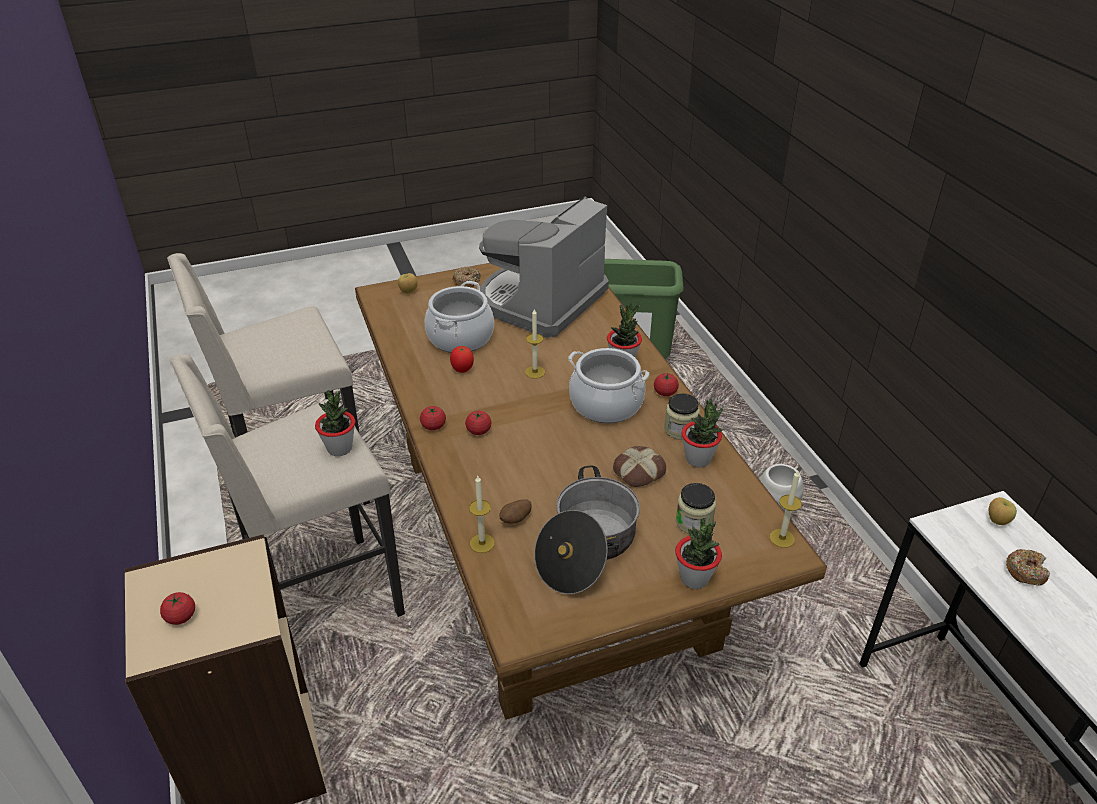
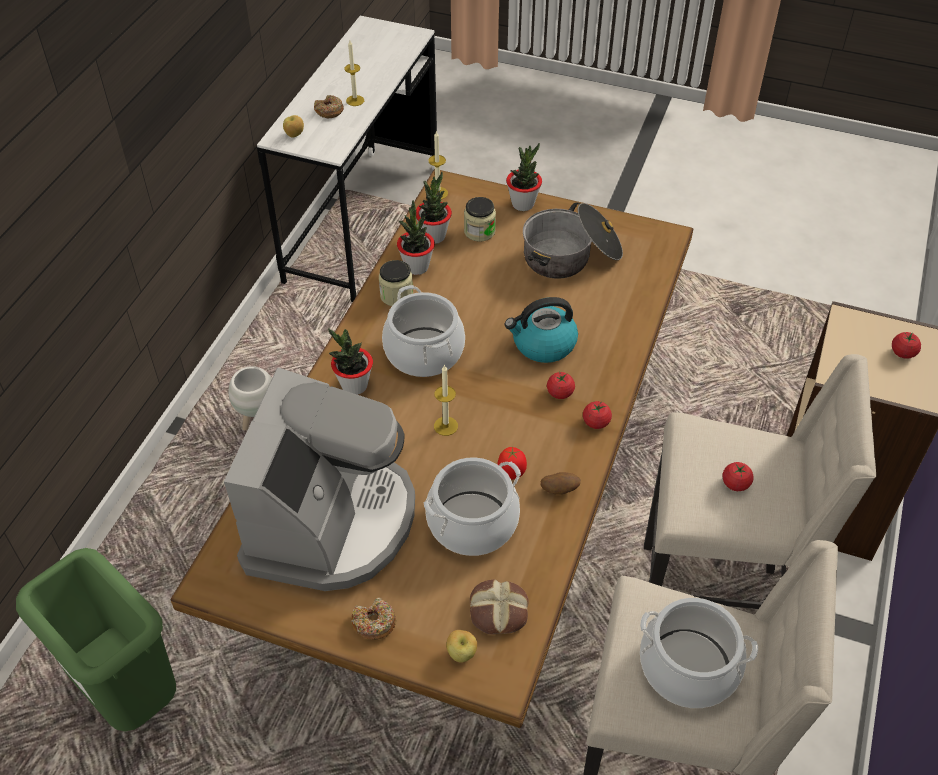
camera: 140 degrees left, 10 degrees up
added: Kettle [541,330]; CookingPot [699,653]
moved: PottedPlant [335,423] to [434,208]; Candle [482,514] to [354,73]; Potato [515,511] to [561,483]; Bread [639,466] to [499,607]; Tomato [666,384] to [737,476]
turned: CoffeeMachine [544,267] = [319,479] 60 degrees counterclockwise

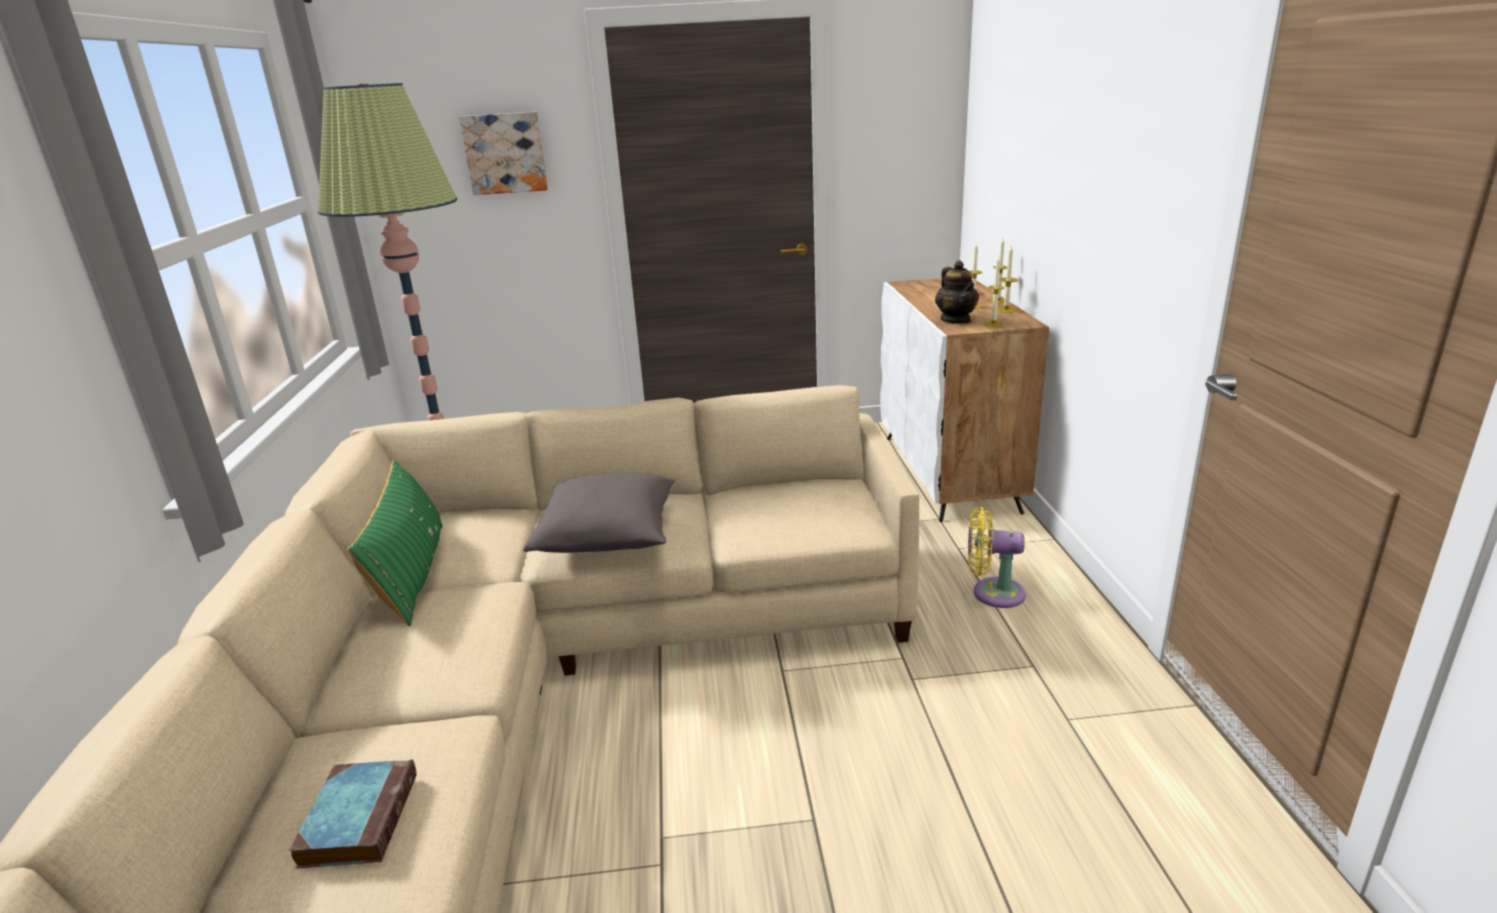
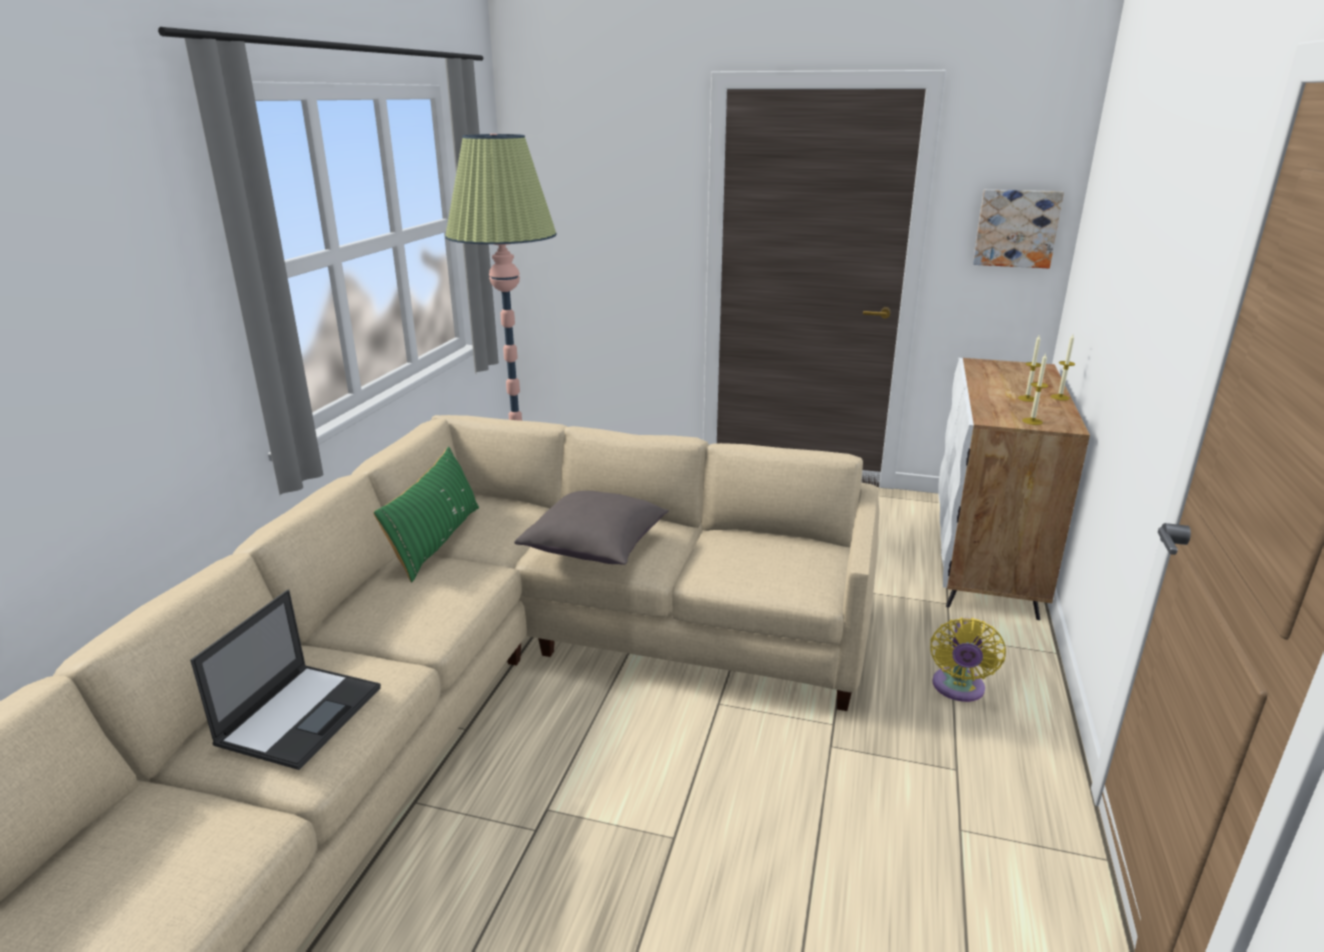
camera: 20 degrees right, 0 degrees up
removed: Teapot [957,292]; Candle [1007,279]
moved: Picture [503,153] to [1018,228]
replaced: Book [353,814] to Laptop [285,679]
turned: YellowFan [997,557] = [968,659] 105 degrees counterclockwise

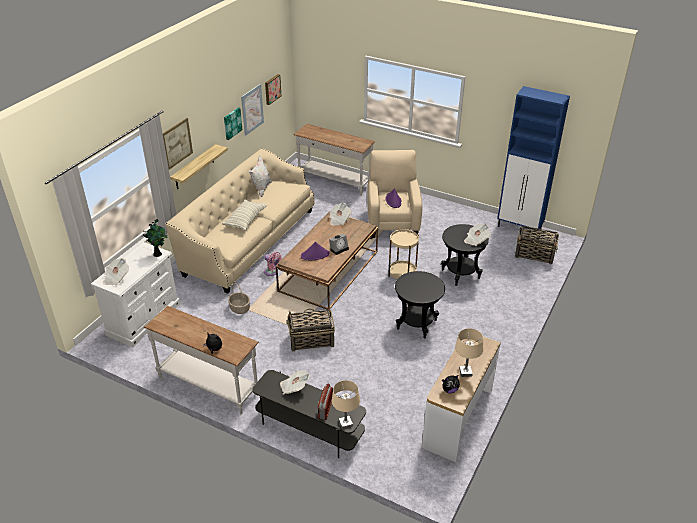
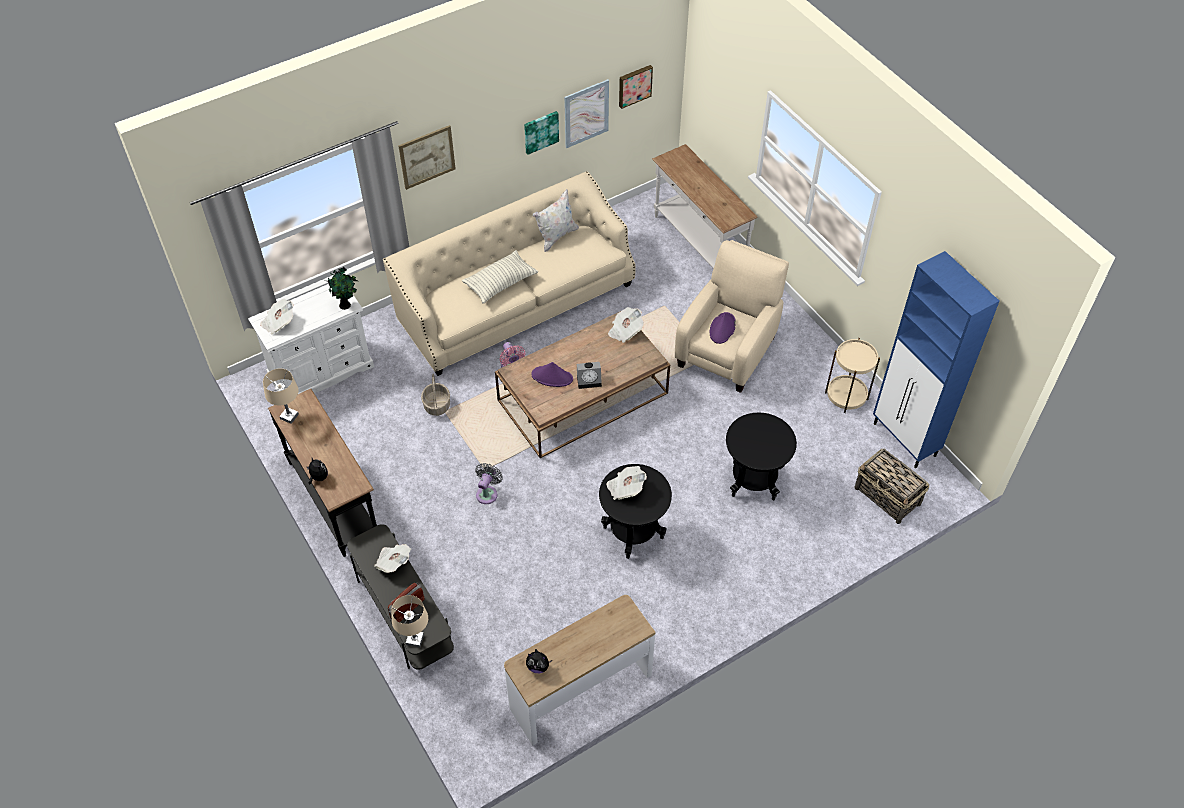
camera: 30 degrees right, 15 degrees up
removed: Shelf [199,166]
moved: BeigeSideTable [403,254] to [852,375]; BeigeTableLamp [469,352] to [281,396]; Newspaper [477,235] to [626,483]
replaced: Basket [311,330] to GreyFan [489,483]
recoloured: WhiteConsoleTable [201,360] to BlackConsoleTable [322,473]

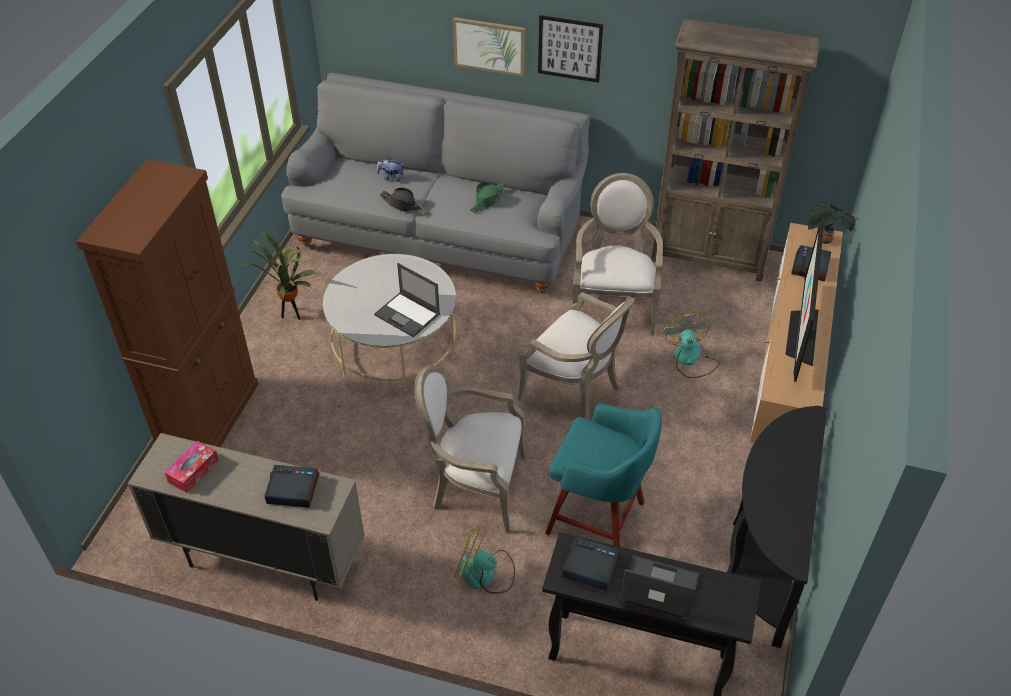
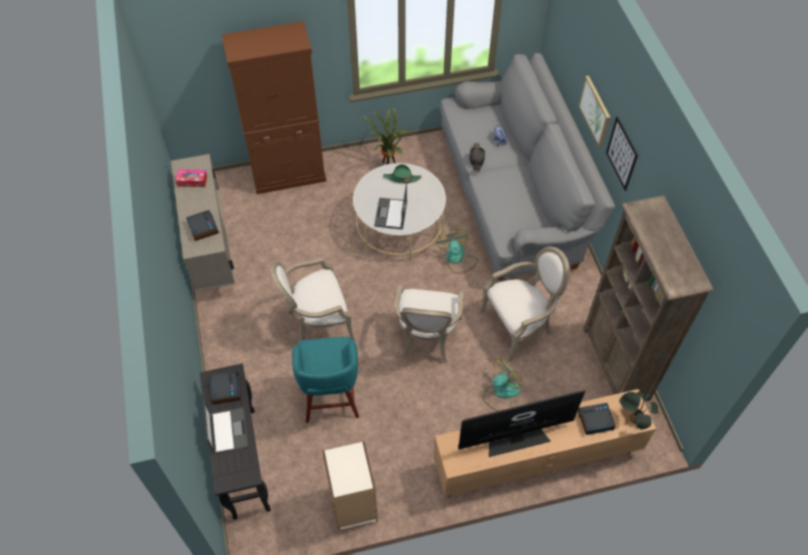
camera: 60 degrees right, 10 degrees up
moved: Fan [484,560] to [457,251]; GreenHat [487,197] to [402,173]
replaced: BlackConsoleTable [777,527] to Bookcase [350,486]
turned: Armchair [470,449] = [312,299] 90 degrees counterclockwise

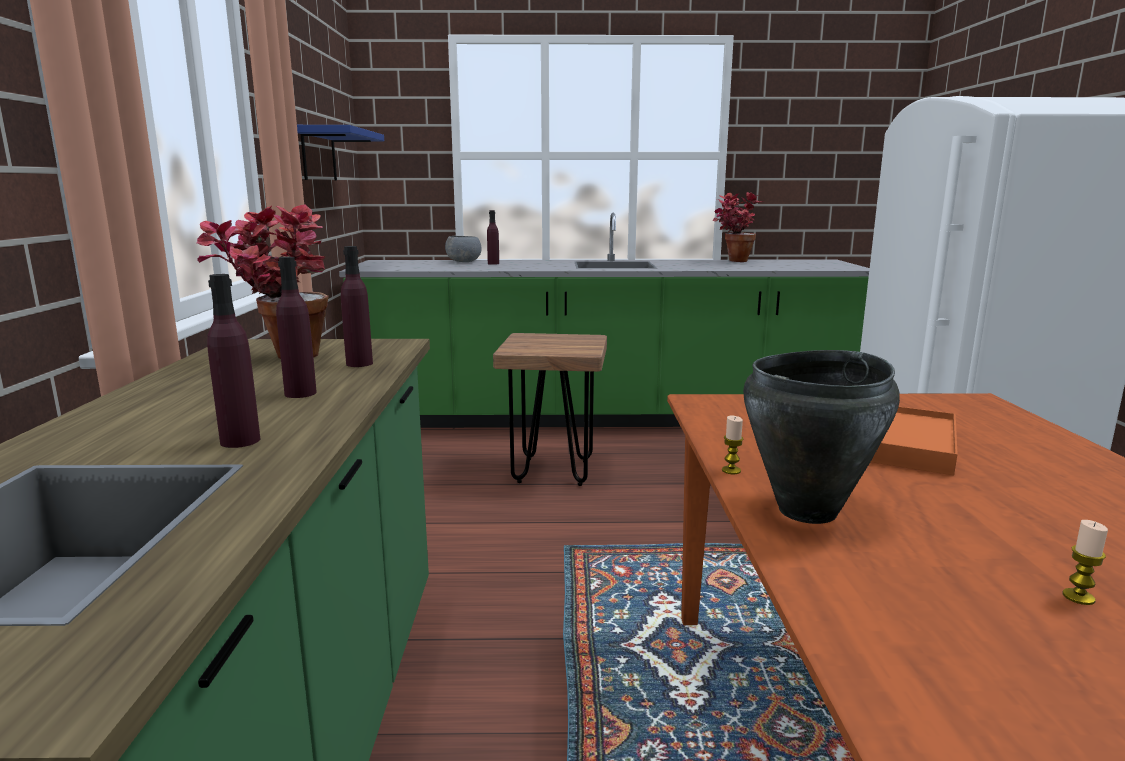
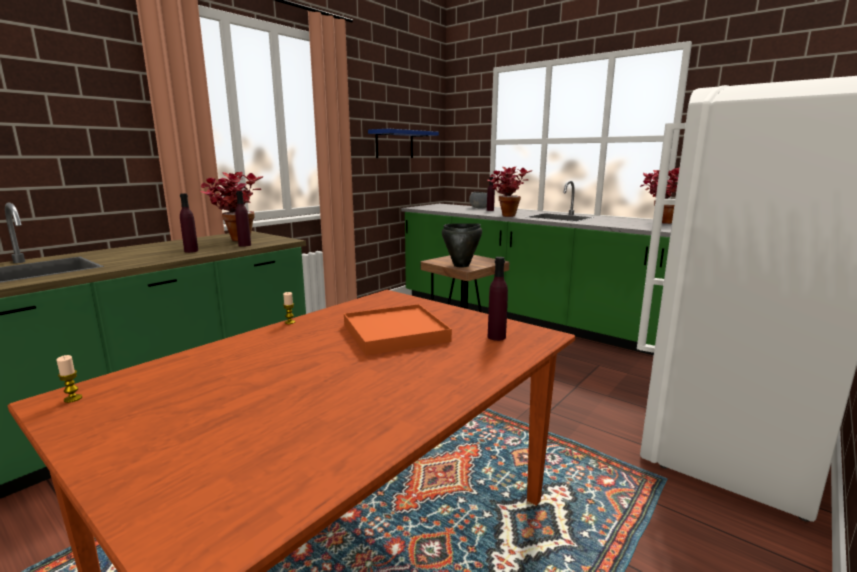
camera: 40 degrees right, 0 degrees up
added: PottedPlant [510,192]
moved: PurpleBottle [233,361] to [498,299]; BlackCookingPot [821,437] to [462,245]; Candle [1085,562] to [69,379]

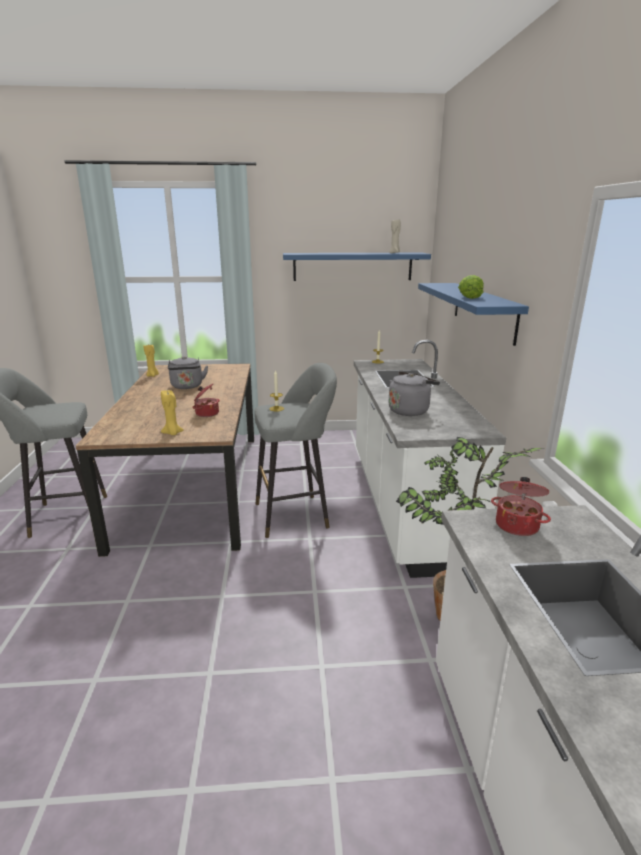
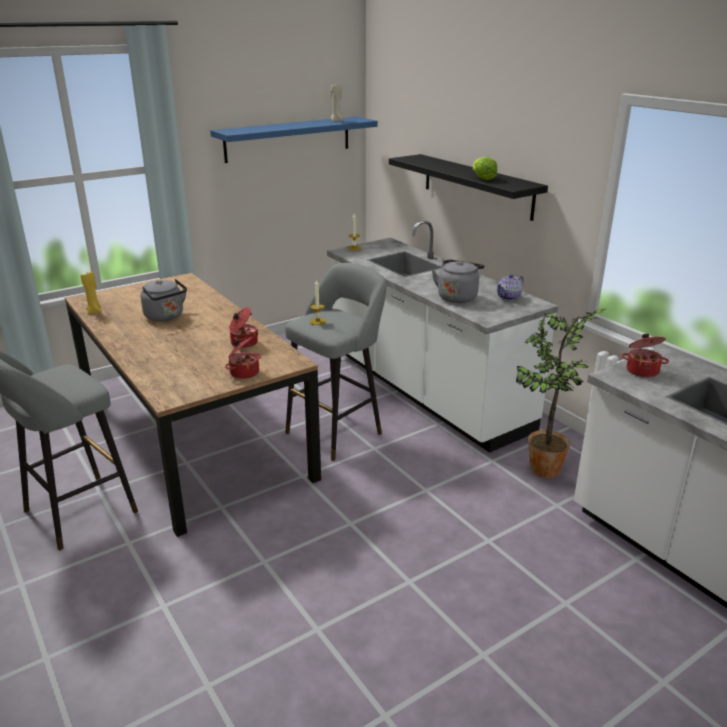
camera: 30 degrees left, 5 degrees up
added: Teapot [510,287]
replaced: YellowCandle [172,412] to CookingPot [243,357]
recoloured: BlueShelf [473,314] to BlackShelf [468,187]

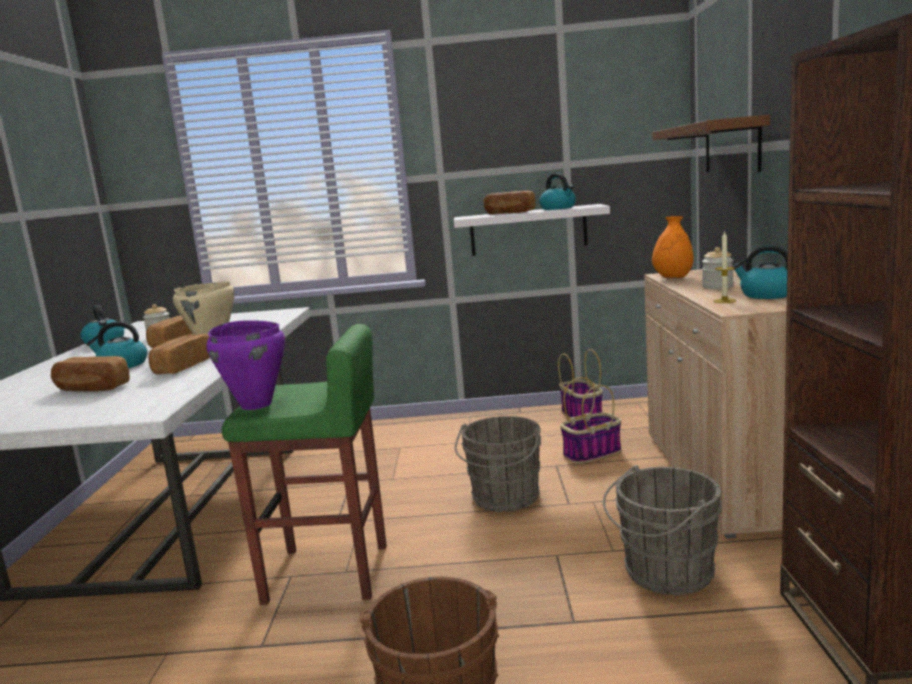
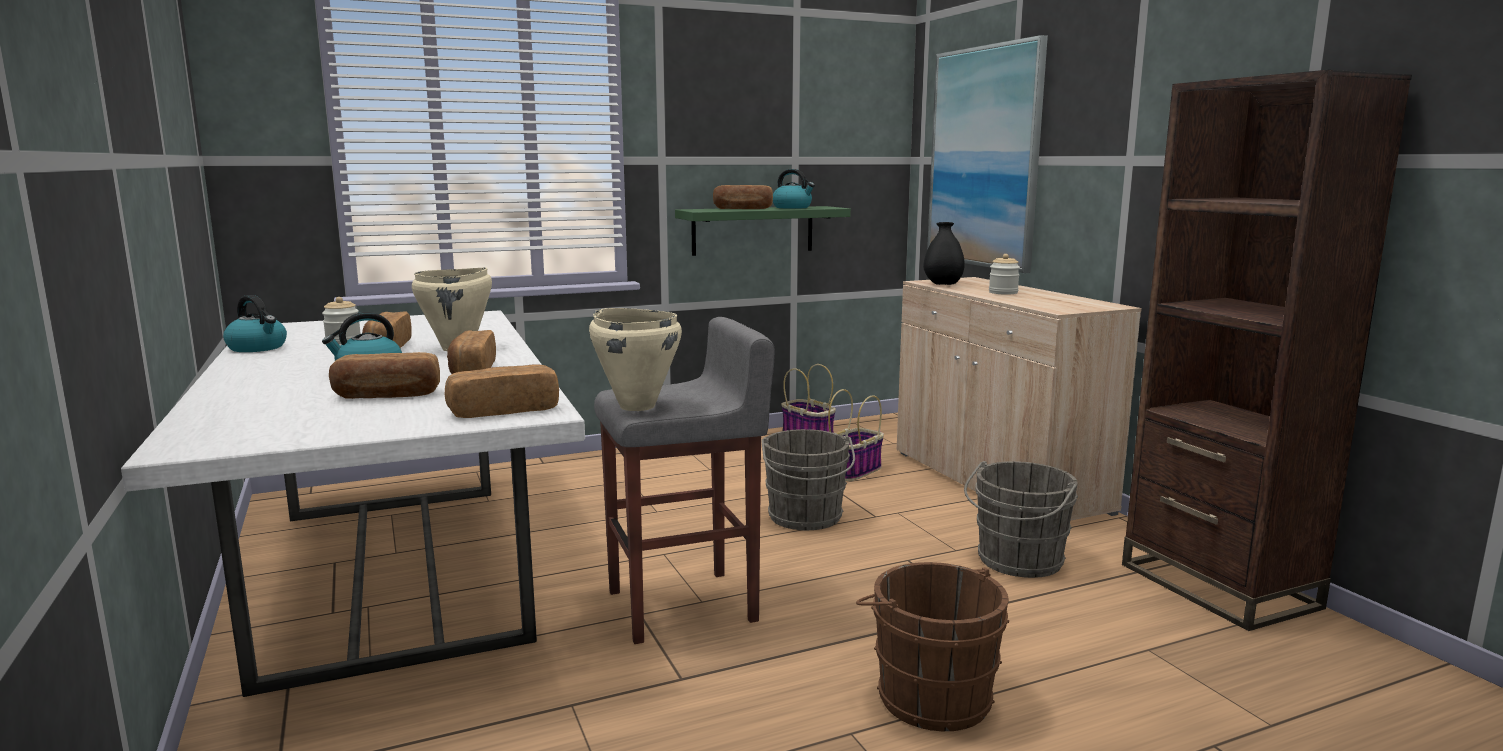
camera: 25 degrees left, 0 degrees up
removed: Candle [724,267]; Kettle [760,272]
added: Bread [502,391]
replaced: BrownShelf [711,143] to Picture [987,154]
recoloured: PurpleCookingPot [245,365] to BeigeCookingPot [635,359]; GreenStool [304,464] to GreyStool [684,480]; WhiteShelf [532,230] to GreenShelf [763,231]; OrangeVase [673,247] to BlackVase [944,253]

